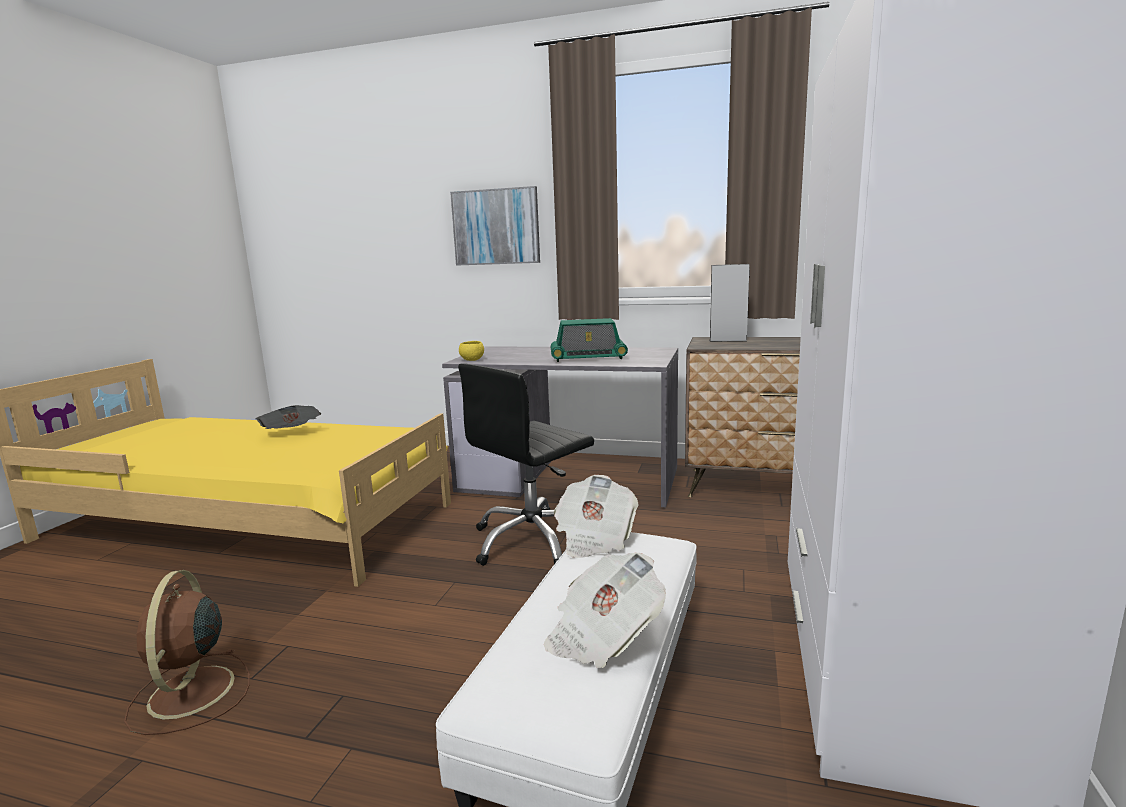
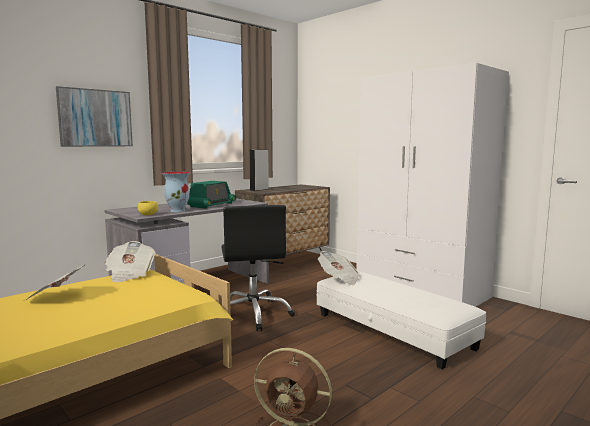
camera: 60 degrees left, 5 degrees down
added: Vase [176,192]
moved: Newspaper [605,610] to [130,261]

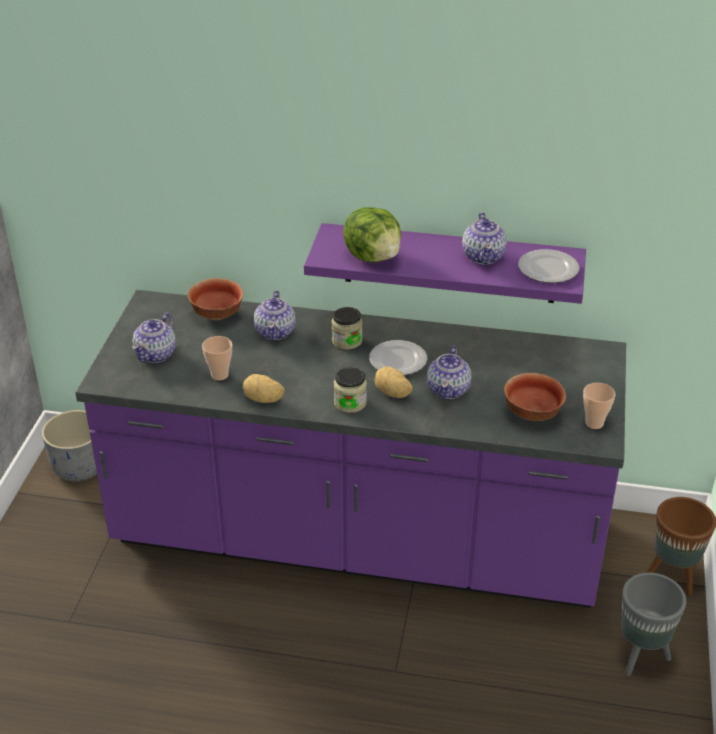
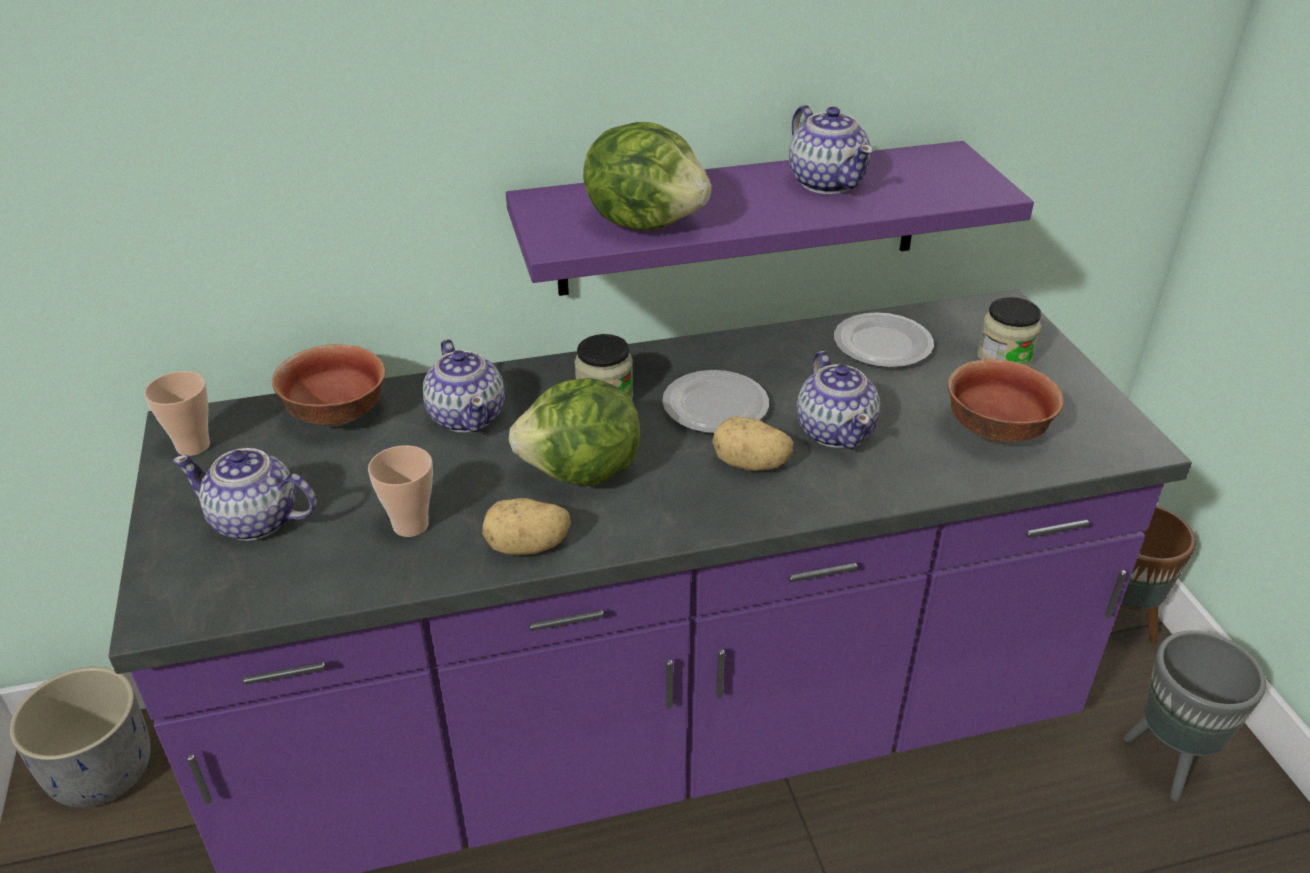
camera: 25 degrees left, 0 degrees up
added: Lettuce [574,432]
moved: Jar [350,390] to [1009,332]; Plate [548,266] to [884,340]; Cup [599,406] to [177,413]
turned: Teapot [154,338] = [245,494] 105 degrees clockwise

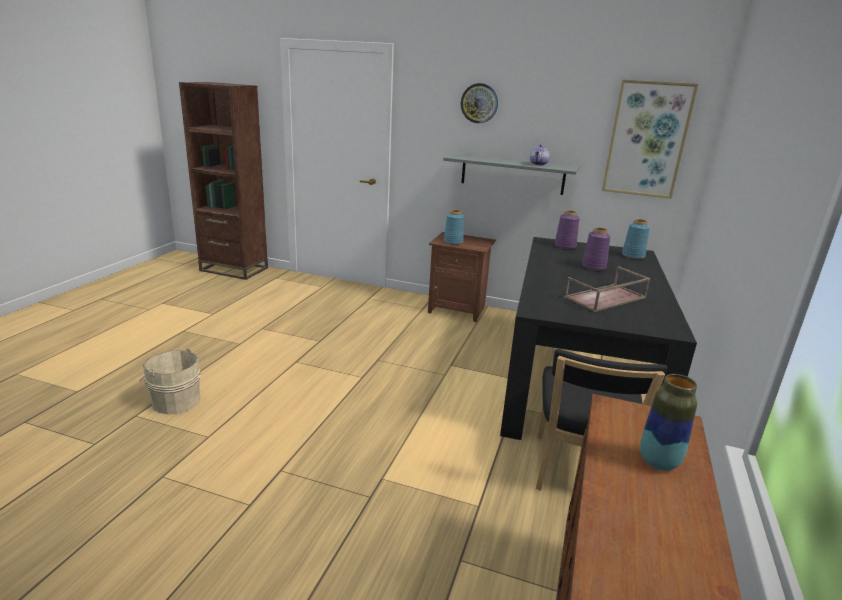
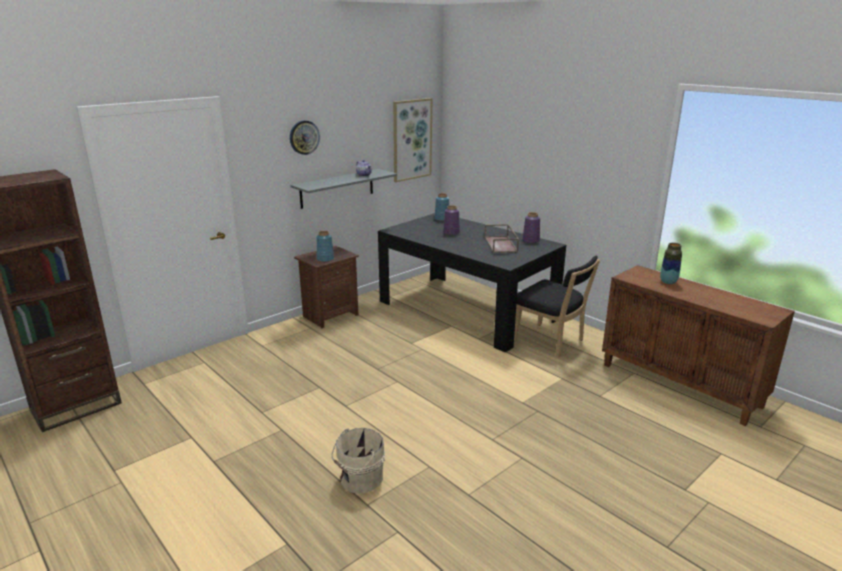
camera: 60 degrees left, 0 degrees up
moved: PurpleVase [567,229] to [531,227]

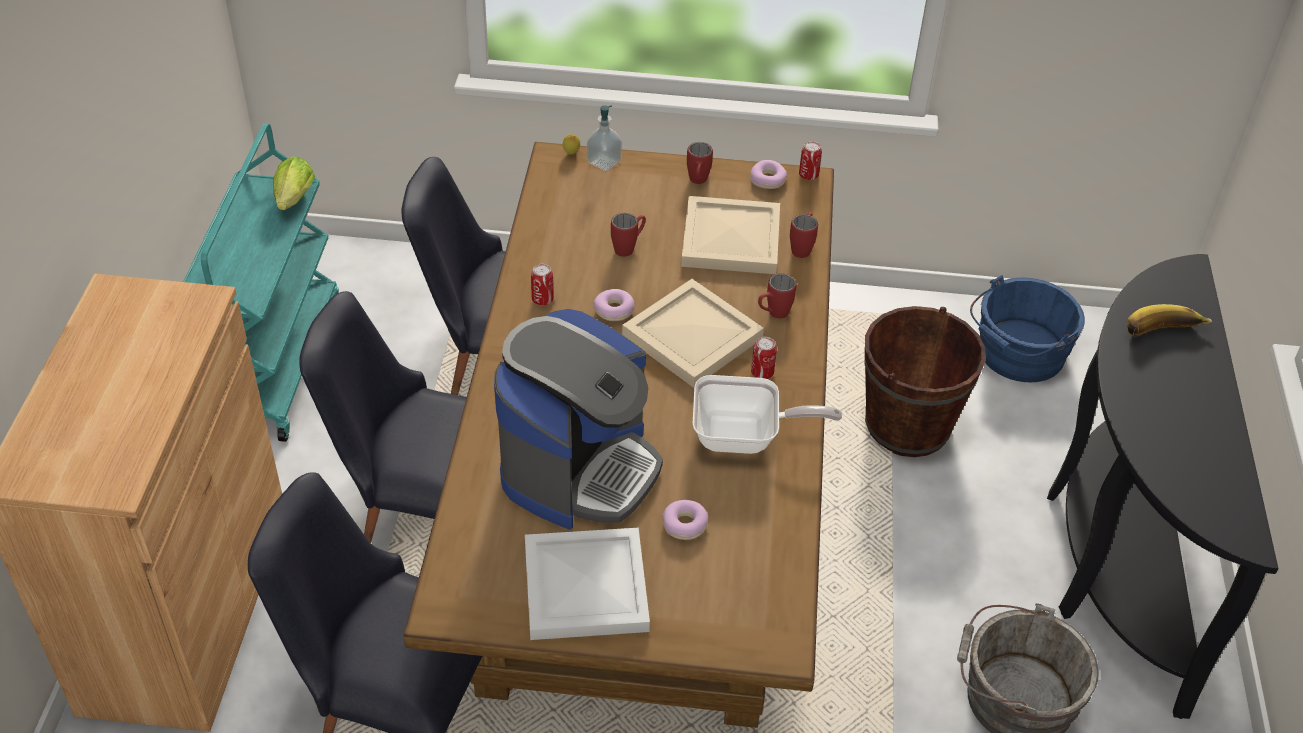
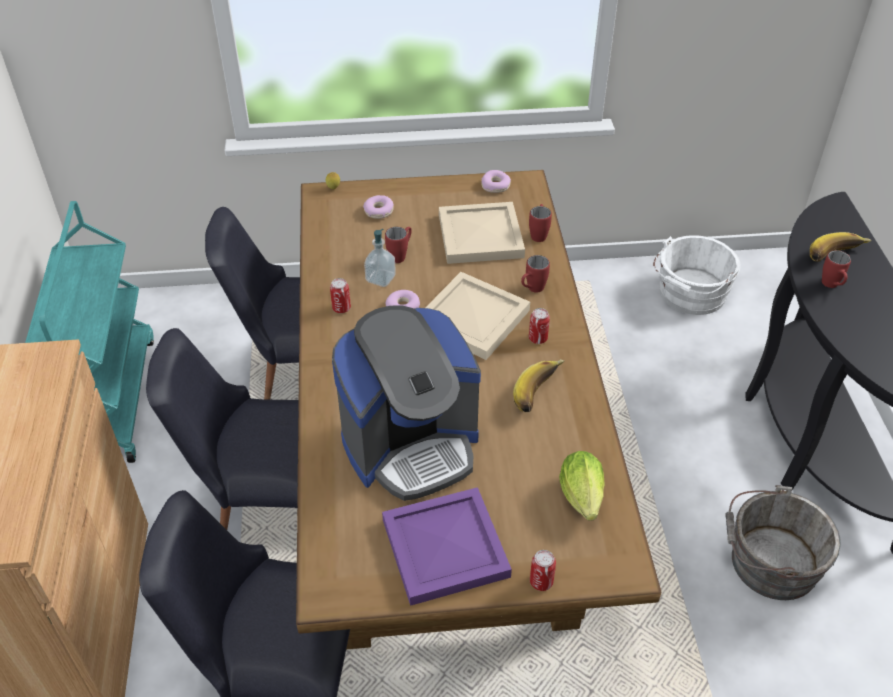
camera: 10 degrees left, 0 degrees up
removed: BrownBucket [925,381]
moved: Lettuce [294,183] to [582,486]; SoapDispenser [604,138] to [380,258]; Donut [685,520] to [378,207]; RedMug [700,163] to [836,269]; Can [810,160] to [543,570]
replaced: FryingPan [767,414] to Banana [538,385]
recoloured: WhiteTray [587,584] to PurpleTray [447,546]; BlueBucket [1027,328] to WhiteBucket [697,275]
turned: CoffeeMachine [578,419] = [406,403] 45 degrees clockwise

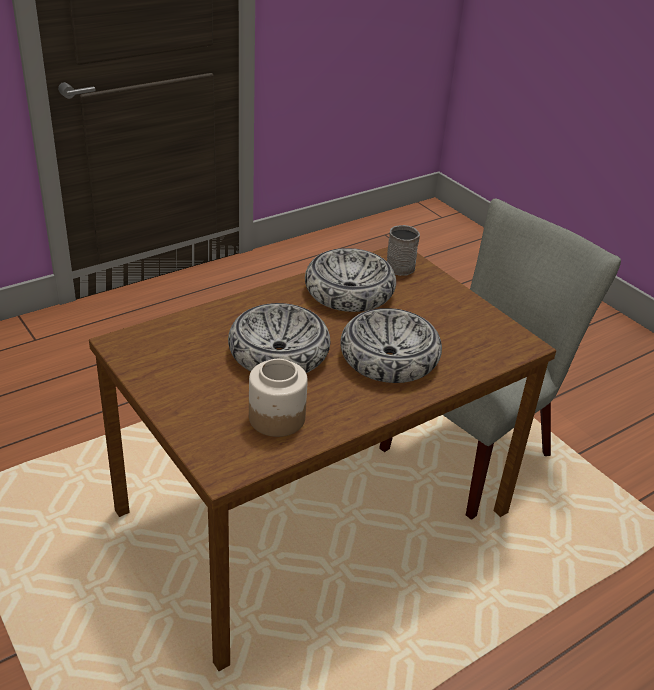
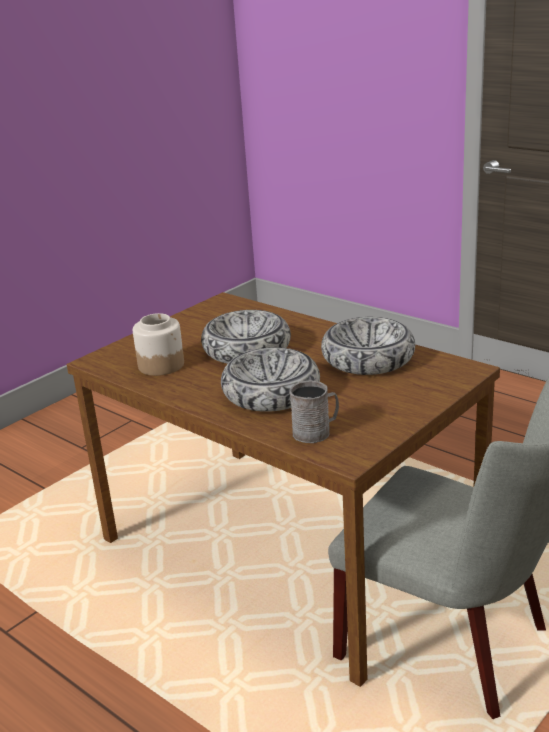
camera: 80 degrees right, 10 degrees down
moved: GreyMug [403,250] to [314,411]

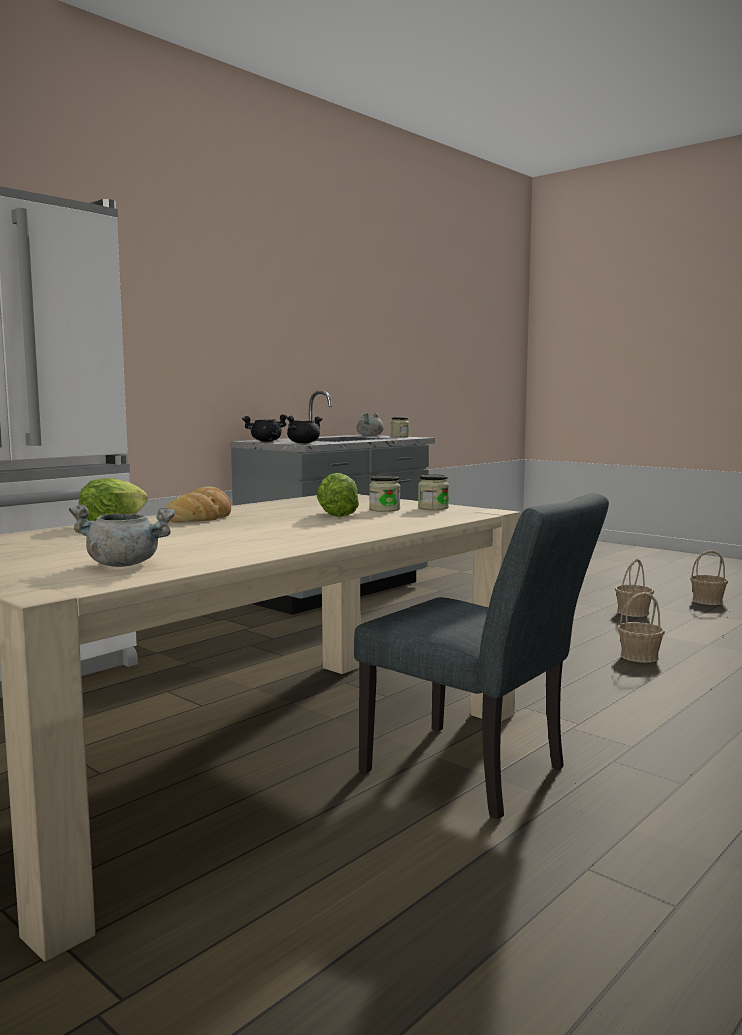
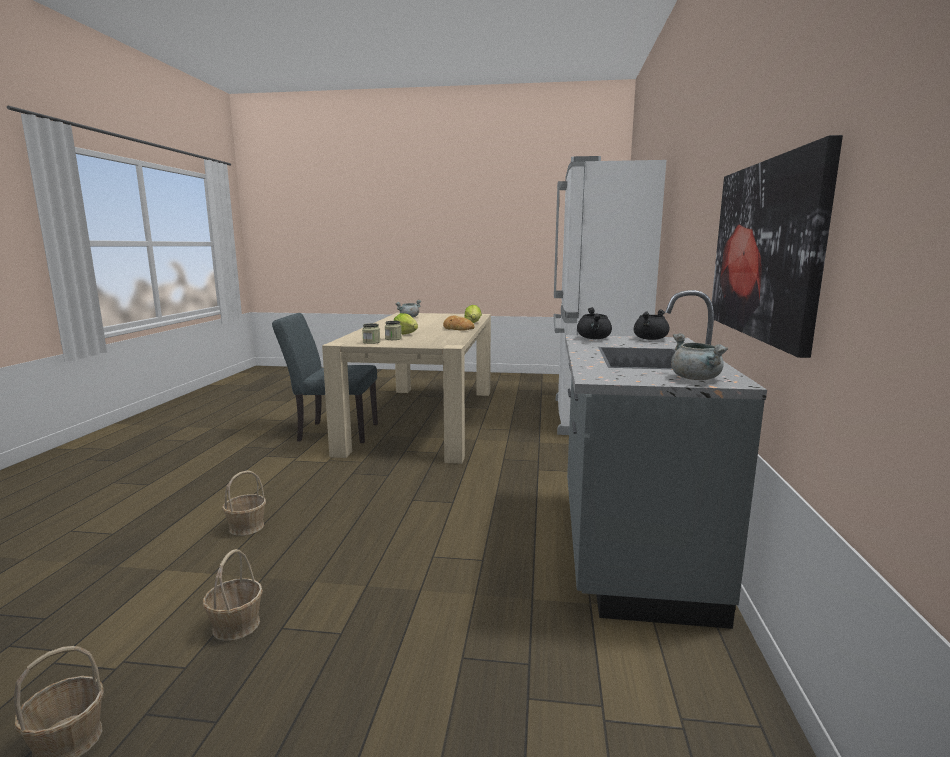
camera: 145 degrees right, 5 degrees up
removed: Jar [400,427]
added: Picture [777,246]

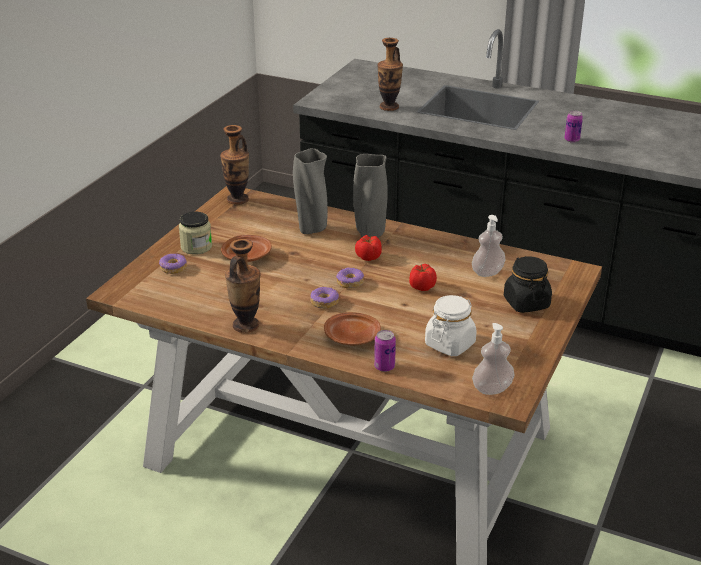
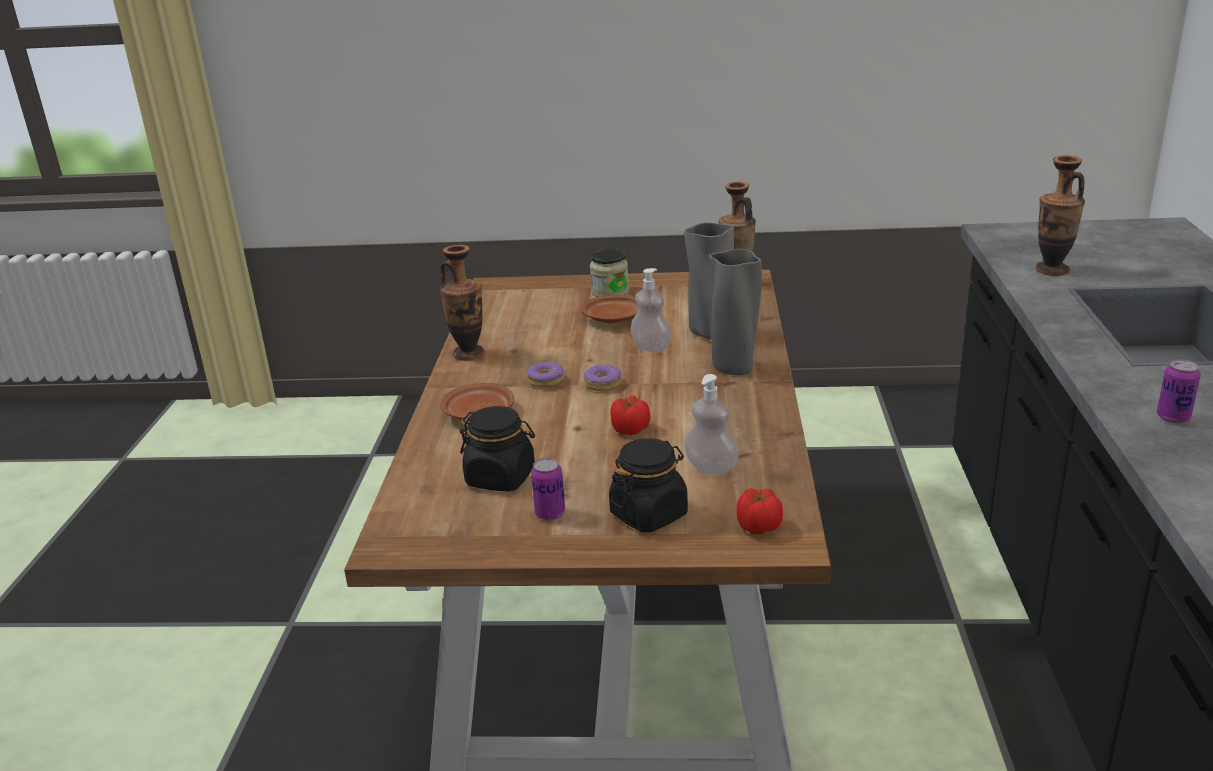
camera: 70 degrees right, 5 degrees down
removed: Donut [173,264]
moved: Tomato [368,248] to [759,511]; Can [385,351] to [548,489]; SoapDispenser [493,359] to [651,310]
recoloured: WhiteJar [451,325] to BlackJar [497,448]

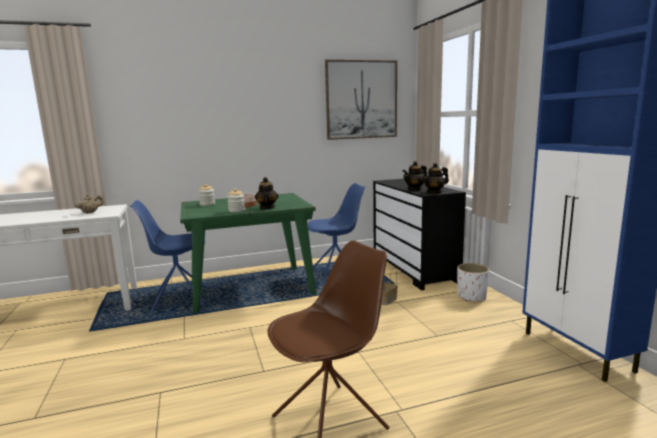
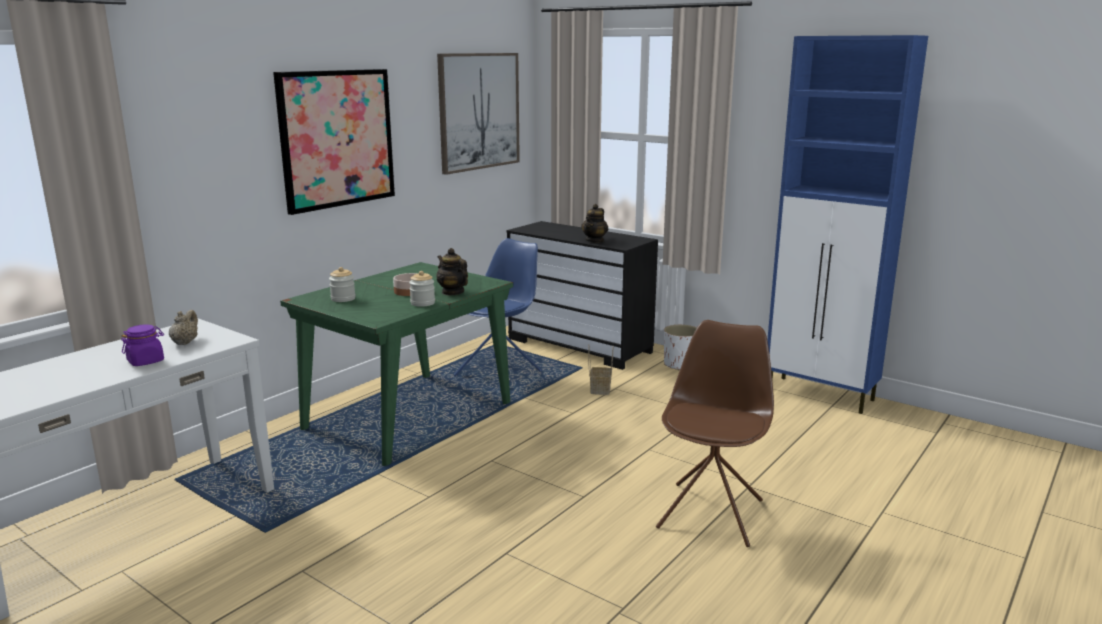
camera: 35 degrees left, 5 degrees up
removed: BlueChair [168,256]; Teapot [435,178]
added: PurpleJar [142,345]; Picture [334,142]

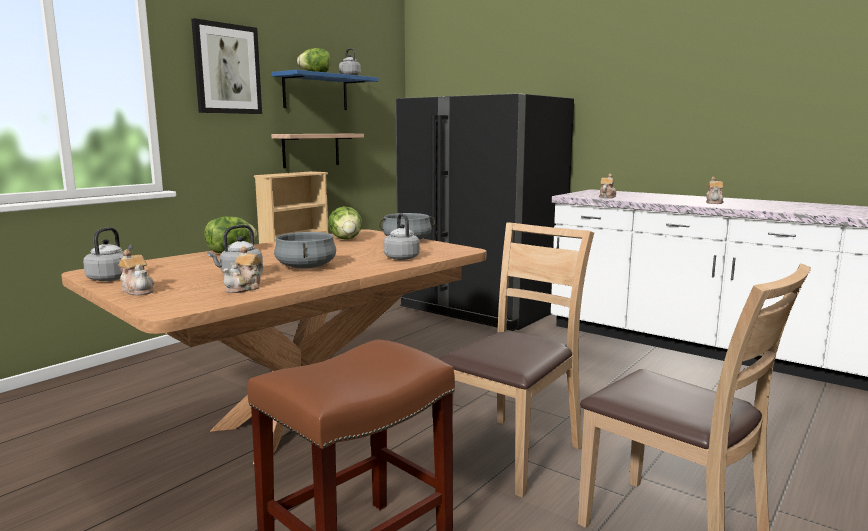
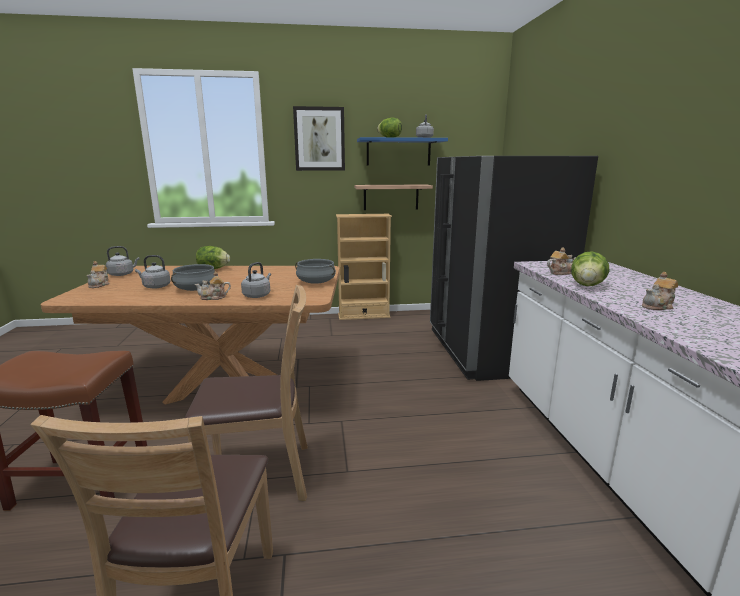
camera: 45 degrees right, 5 degrees up
moved: Teapot [242,269] to [212,285]; Lettuce [345,223] to [590,268]

